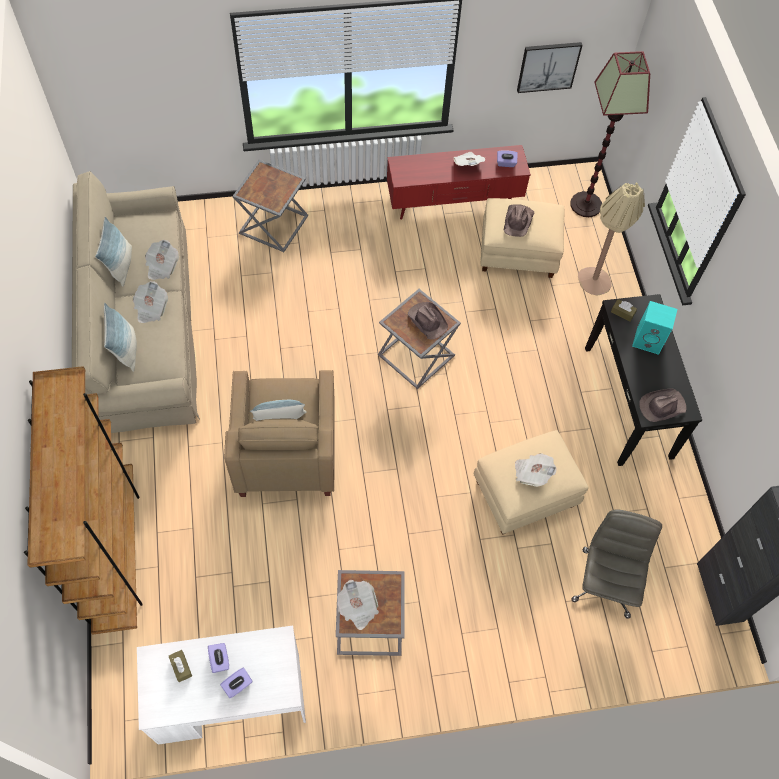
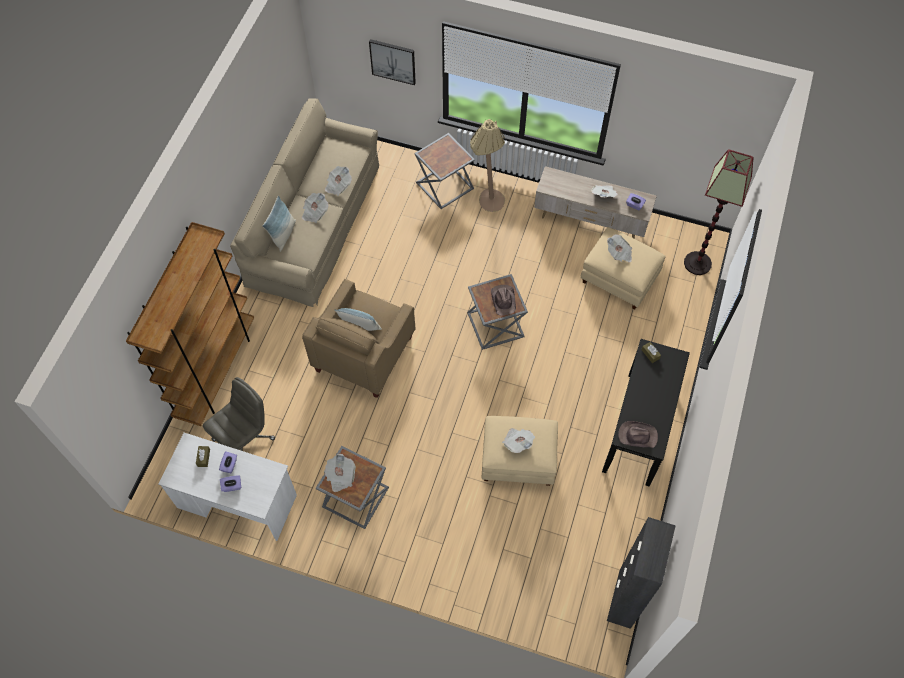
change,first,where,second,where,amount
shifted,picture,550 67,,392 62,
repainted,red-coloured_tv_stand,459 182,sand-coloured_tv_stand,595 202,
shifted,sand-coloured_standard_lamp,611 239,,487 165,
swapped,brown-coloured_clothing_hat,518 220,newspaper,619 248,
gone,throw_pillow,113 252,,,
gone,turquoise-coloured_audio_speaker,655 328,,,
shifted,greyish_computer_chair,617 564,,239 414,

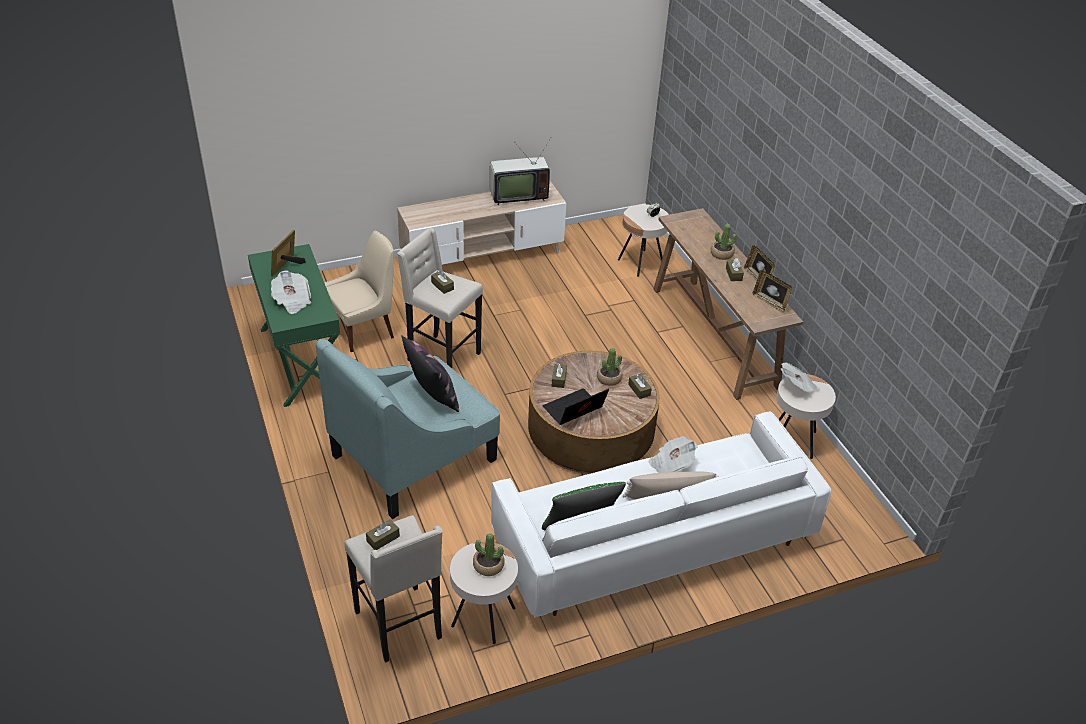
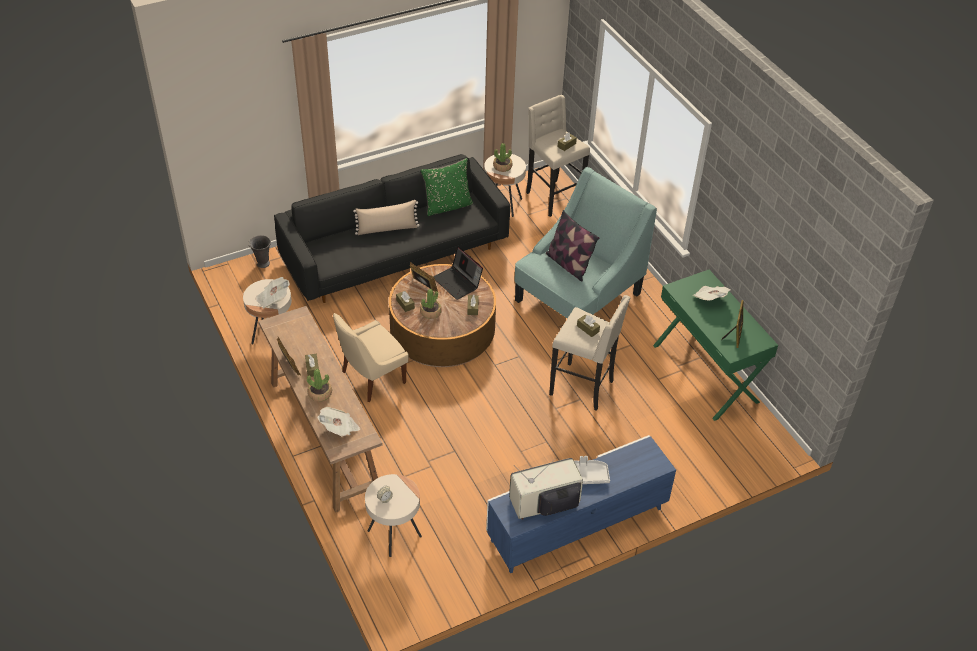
change,first,where,second,where,amount
repainted,sand-coloured_tv_stand,481 223,bluish_tv_stand,581 504,
shifted,sand-coloured_chair,359 291,,370 357,
shifted,standing_frame,772 291,,424 277,
rotated,laptop,575 406,,458 273,90 degrees clockwise
repainted,white_settee,661 514,black-coloured_settee,392 228,
shifted,newspaper,673 454,,339 422,
new,,,greyish_decorative_vase,259 251,
new,,,greyish_carrying_tray,592 470,

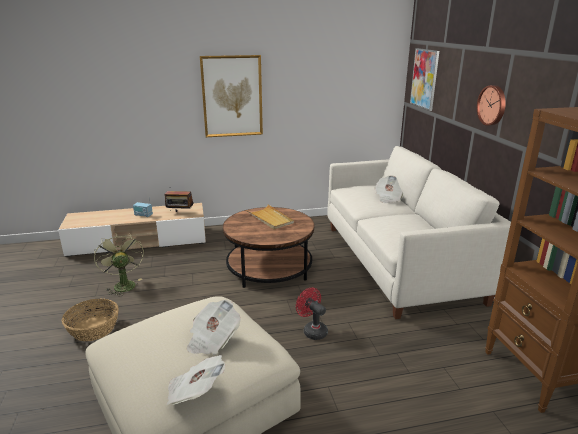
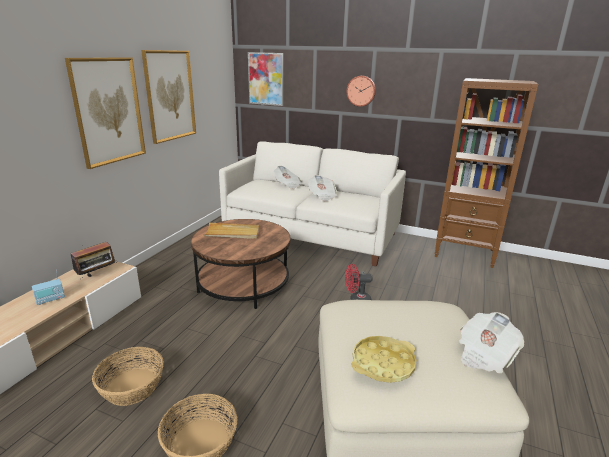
change,first,where,second,where,amount
swapped,green_electric_fan,119 264,basket,128 376,
shifted,newspaper,213 327,,322 188,
new,,,picture,168 97,
new,,,yellow-coloured_carrying_tray,384 359,

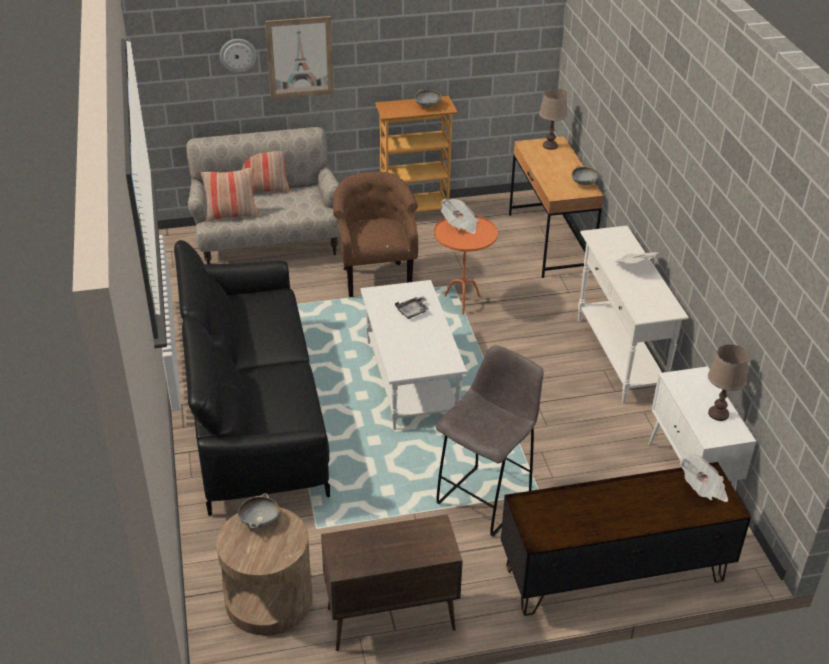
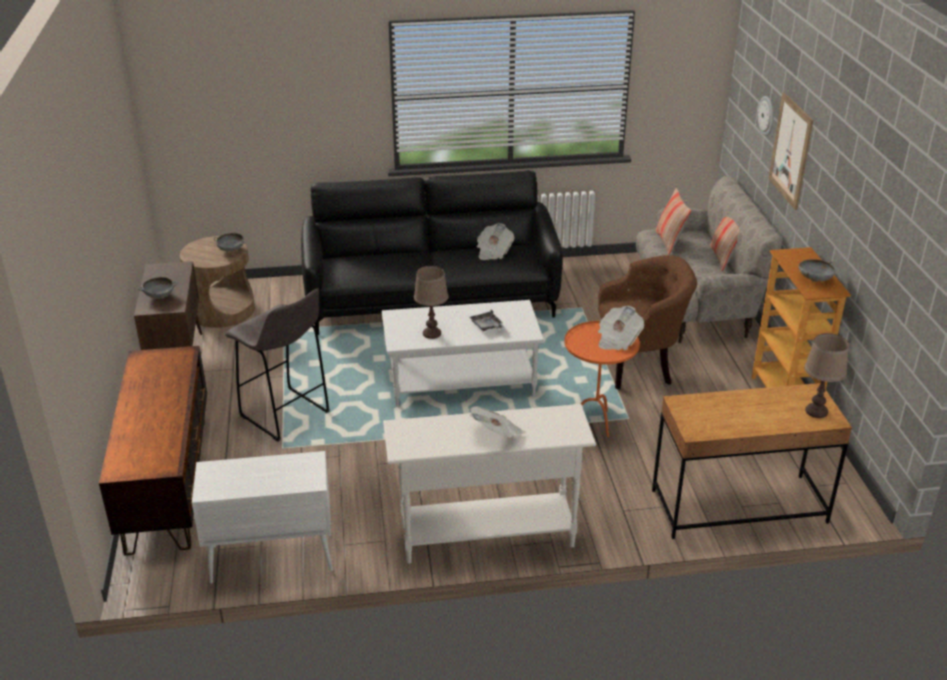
change,first,where,second,where,amount
shifted,greyish_serving_bowl,585 175,,158 287,
shifted,brown-coloured_lamp_for_a_table,728 383,,431 302,
shifted,newspaper,704 478,,495 241,

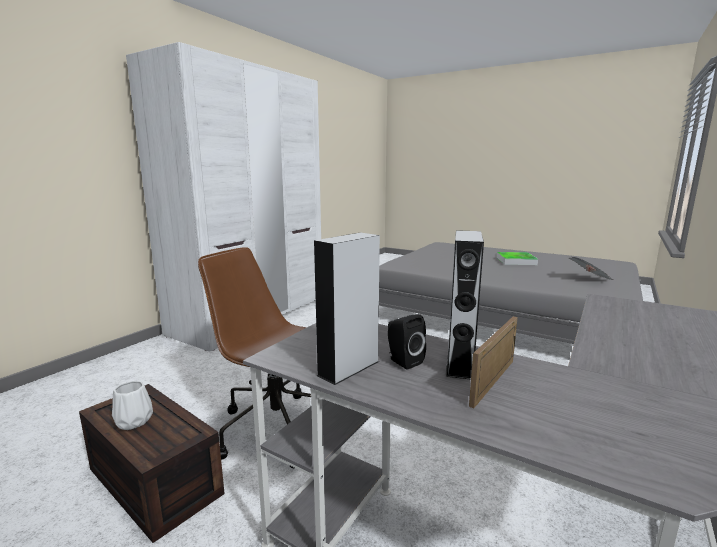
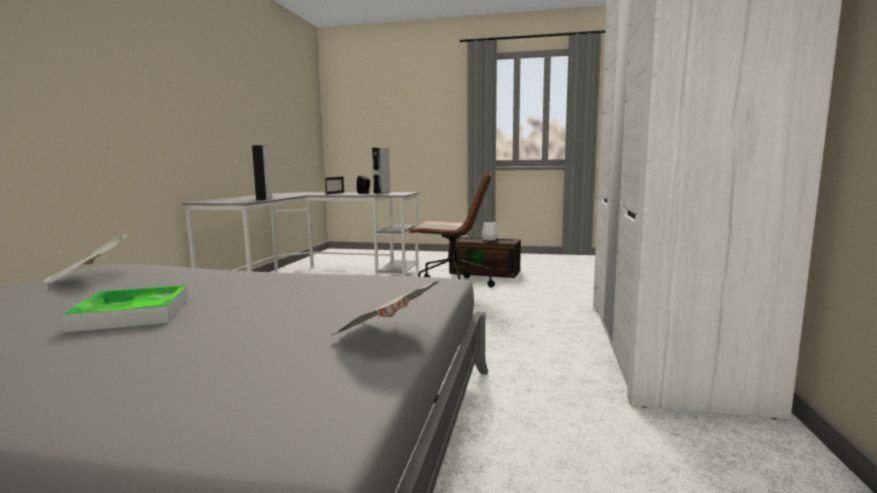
change,first,where,second,where,amount
shifted,greyish_audio_speaker,465 304,,262 173,
new,,,newspaper,385 308,

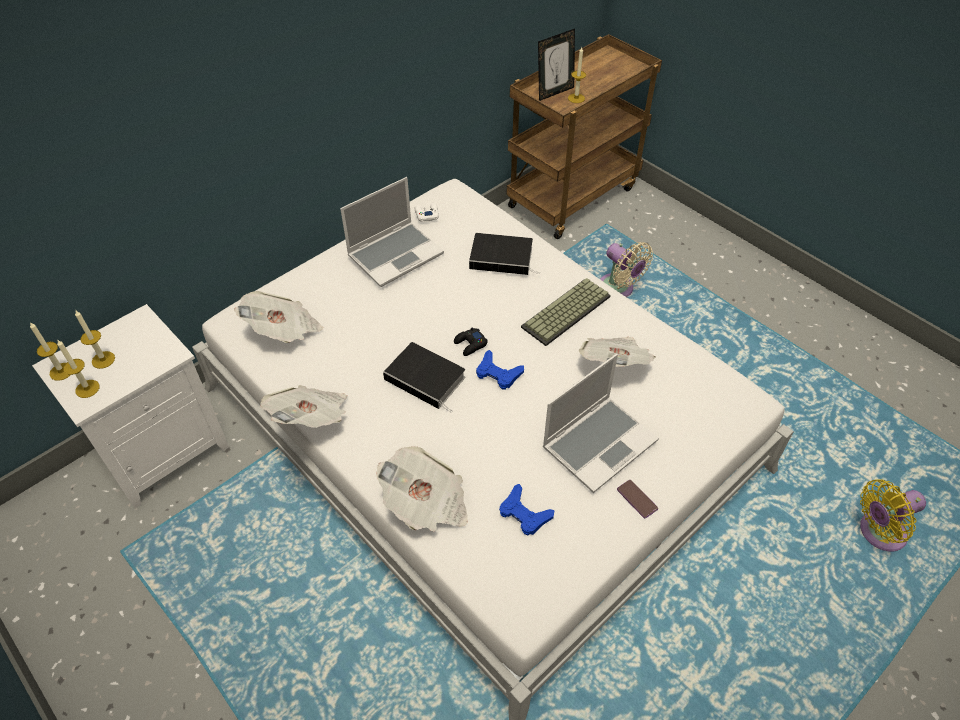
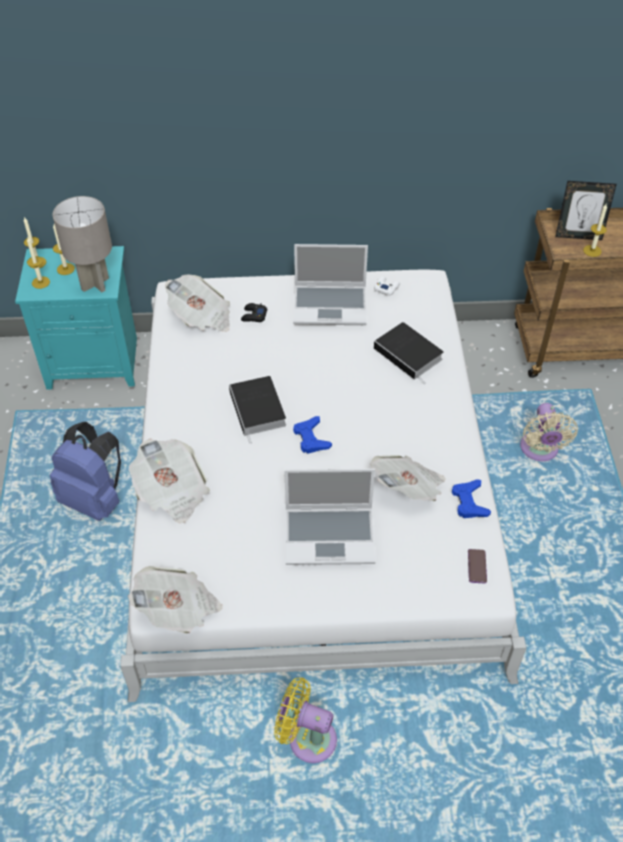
change,first,where,second,where,amount
gone,PC_keyboard,566 312,,,
repainted,white_night_table,130 406,turquoise-coloured_night_table,76 318,
shifted,black-coloured_joypad,471 341,,254 312,
shifted,newspaper,303 406,,175 600,
shifted,yellow-coloured_electric_fan,893 515,,305 720,
shifted,telephone,637 499,,477 566,
shifted,bluish_joypad,526 510,,471 498,
new,,,greyish_lamp_for_a_table,82 244,
new,,,bluish_backpack,85 471,

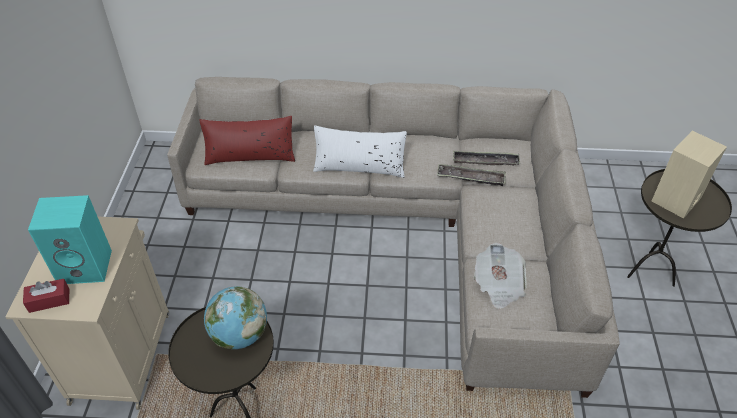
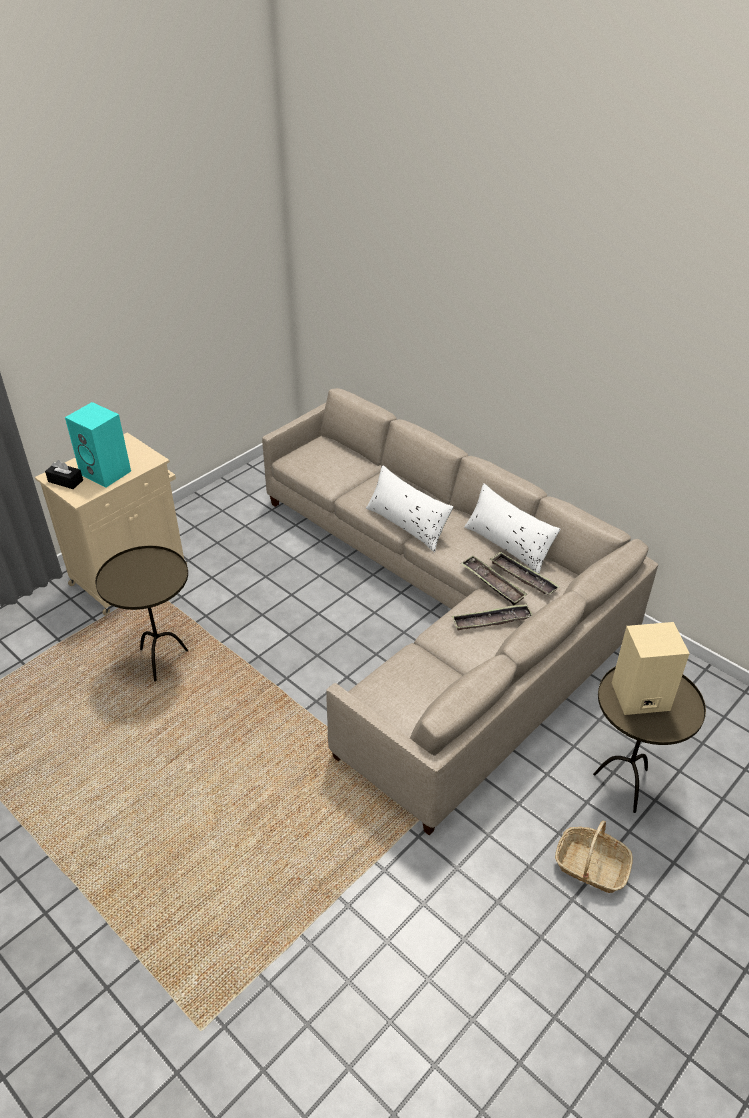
change,first,where,second,where,amount
gone,red-coloured_throw_pillow,247 140,,,
gone,newspaper,500 276,,,
repainted,red-coloured_tissue_holder,46 296,black-coloured_tissue_holder,64 474,
gone,desk_globe,235 317,,,
new,,,white_throw_pillow,512 528,
new,,,carrying_tray,492 617,
new,,,basket,594 856,

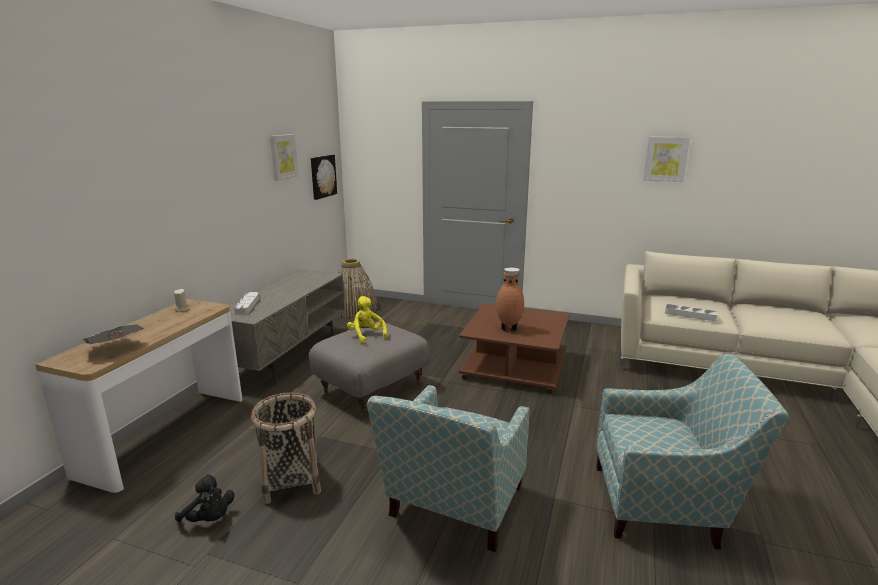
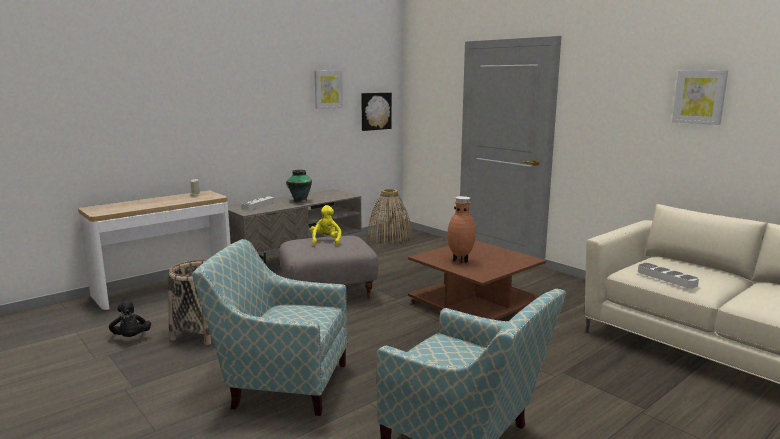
change,first,where,second,where,amount
gone,newspaper,112 334,,,
rotated,armchair,448 468,,270 327,45 degrees clockwise
new,,,decorative_vase,299 186,

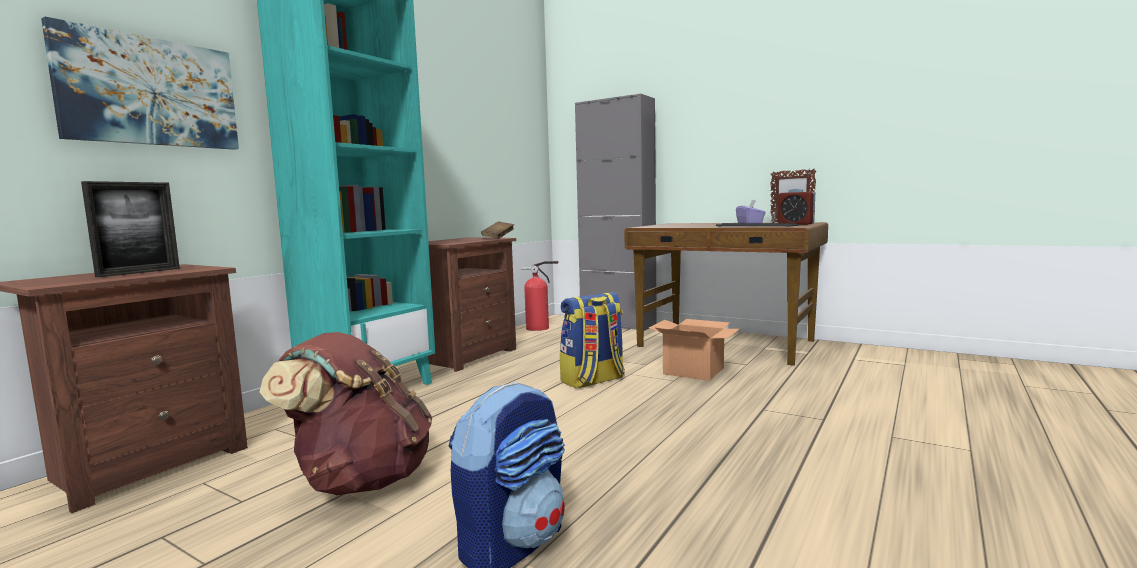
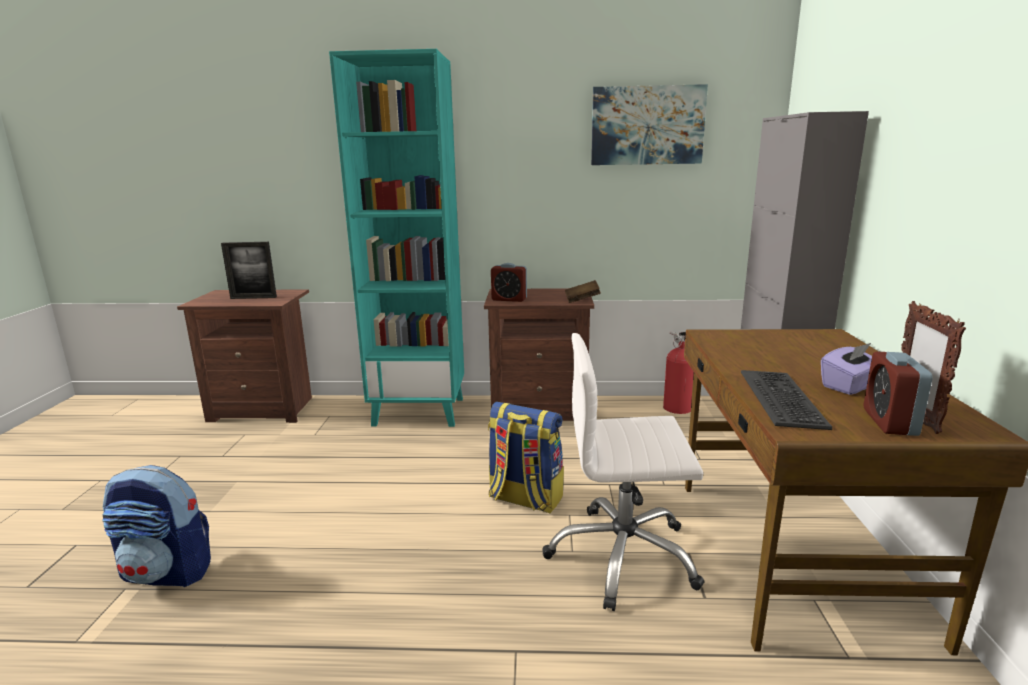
change,first,where,second,where,amount
shifted,picture,140 83,,649 124,
swapped,carton,694 350,white_computer_chair,624 472,
gone,brown-coloured_backpack,346 413,,,
new,,,bedside_clock,509 282,

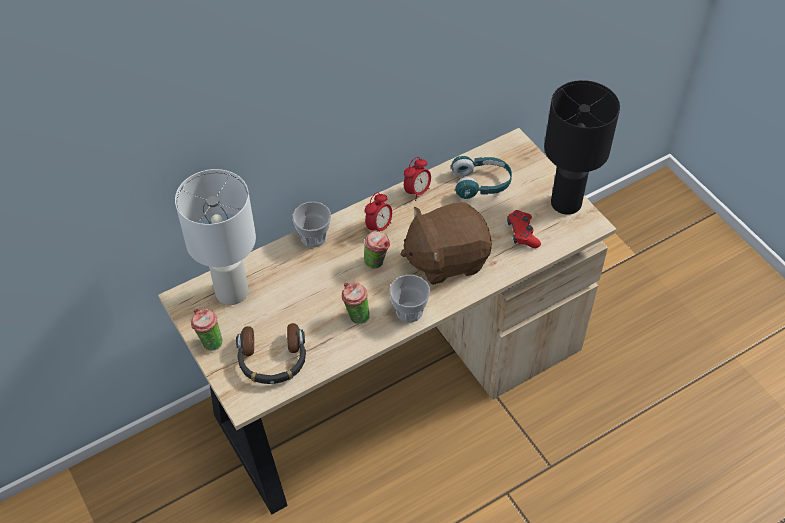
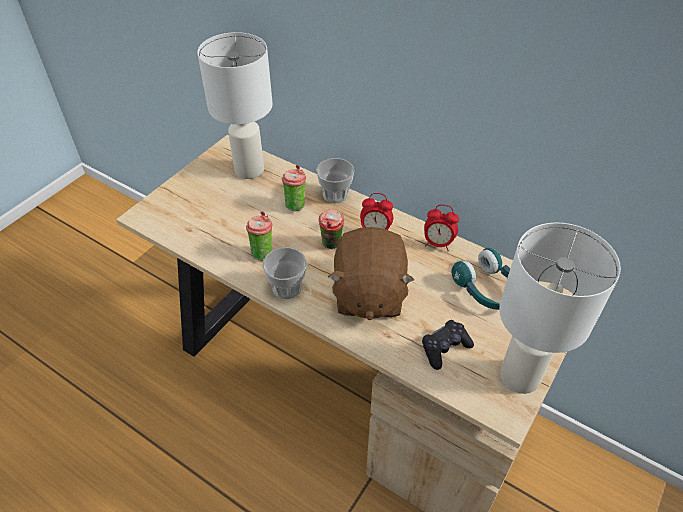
change,first,where,second,where,amount
repainted,black-coloured_lamp_for_a_table,582 147,white_lamp_for_a_table,560 308,
rotated,brown-coloured_cuddly_toy,446 243,,371 273,135 degrees counterclockwise
repainted,red-coloured_joypad,524 229,black-coloured_joypad,448 345,
shifted,cup,206 330,,294 188,
gone,pair_of_headphones,271 353,,,

